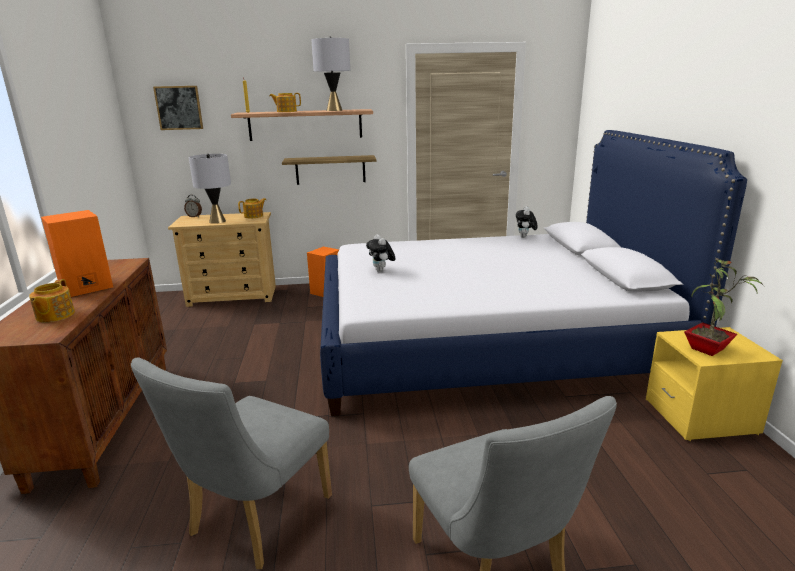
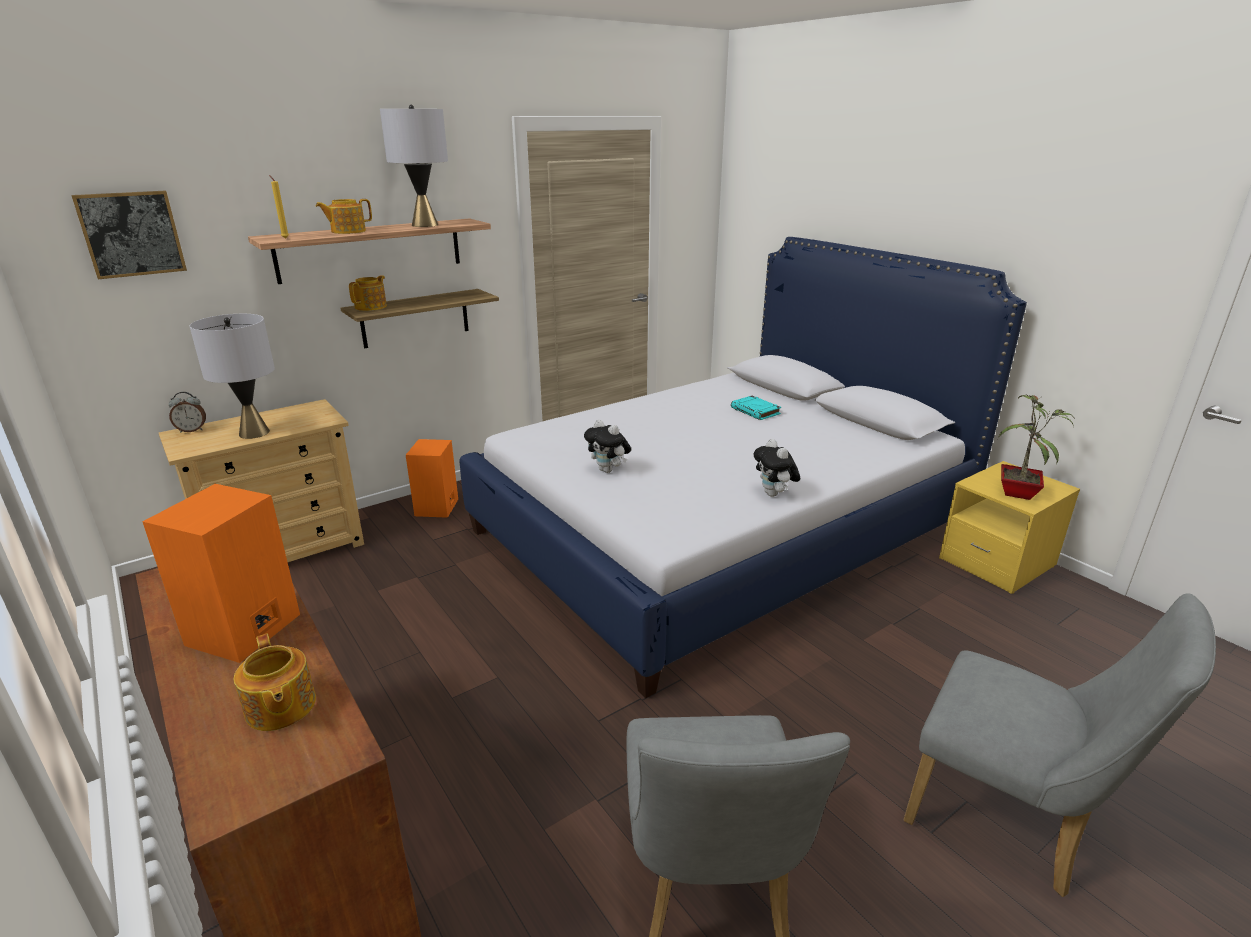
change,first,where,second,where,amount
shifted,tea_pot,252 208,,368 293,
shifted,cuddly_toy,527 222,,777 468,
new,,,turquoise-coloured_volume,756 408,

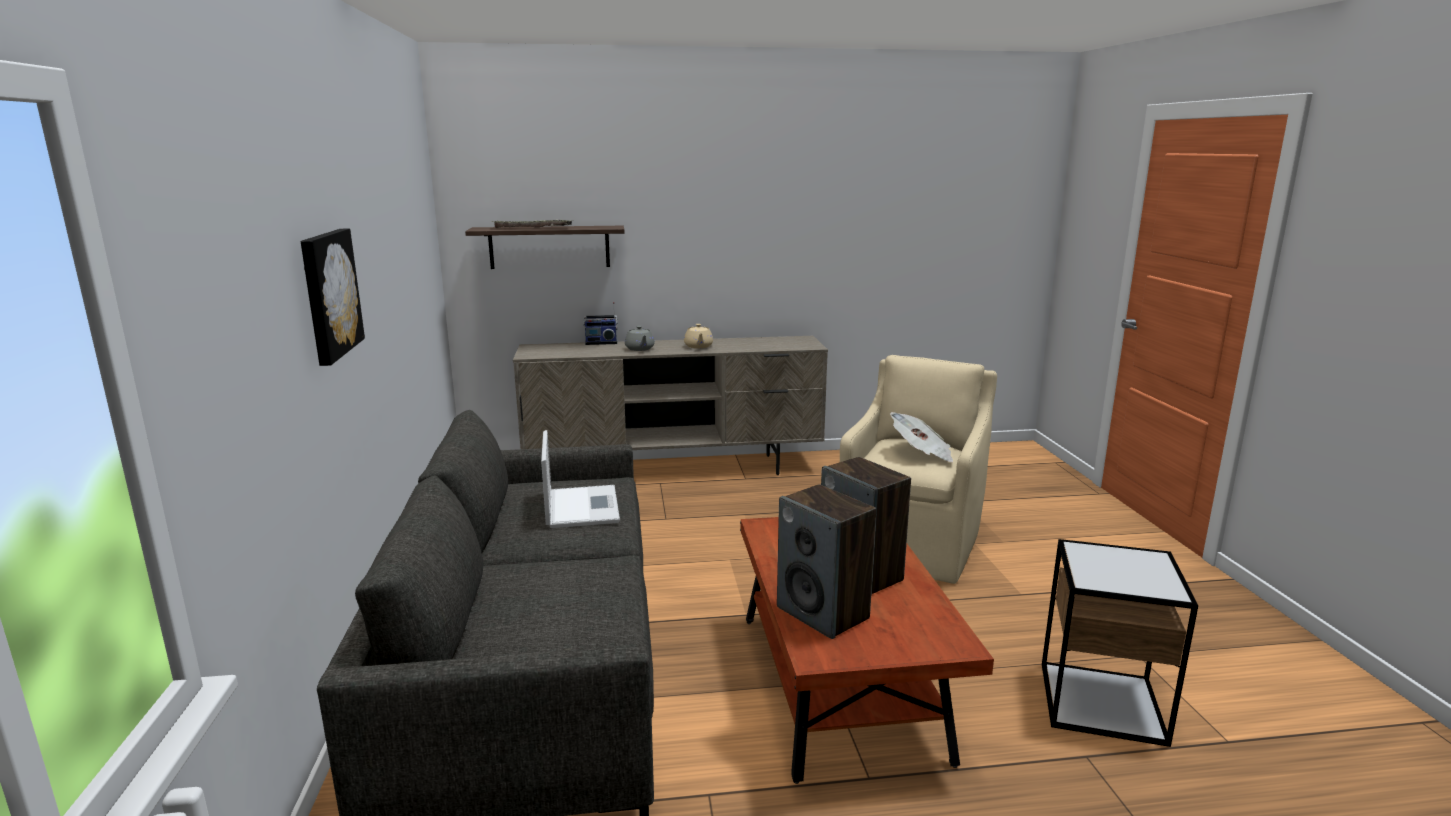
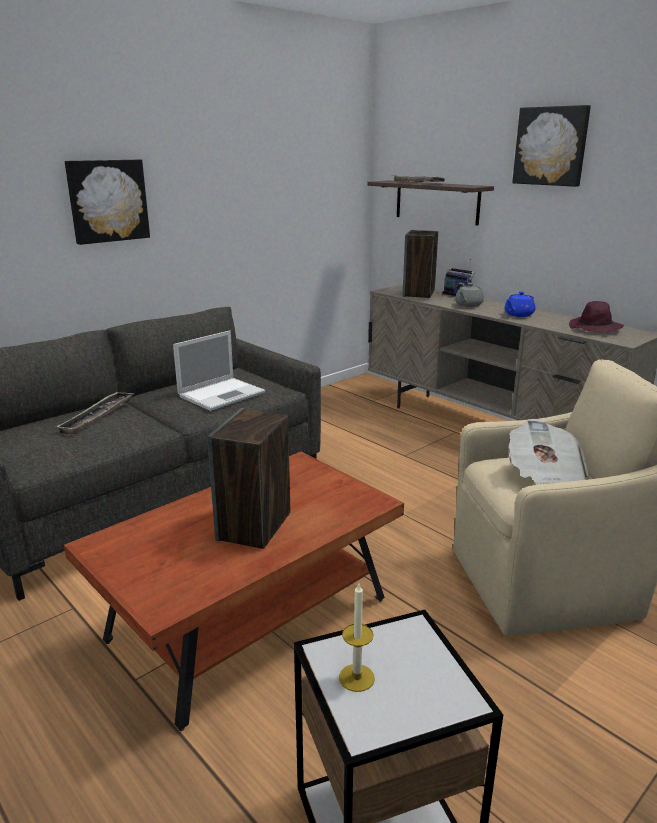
change,first,where,second,where,amount
repainted,sand-coloured_tea_pot,698 336,bluish_tea_pot,519 304,
shifted,audio_speaker,826 561,,420 264,
new,,,picture,551 146,
new,,,purple-coloured_clothing_hat,596 316,
new,,,carrying_tray,95 413,
new,,,candle,357 638,

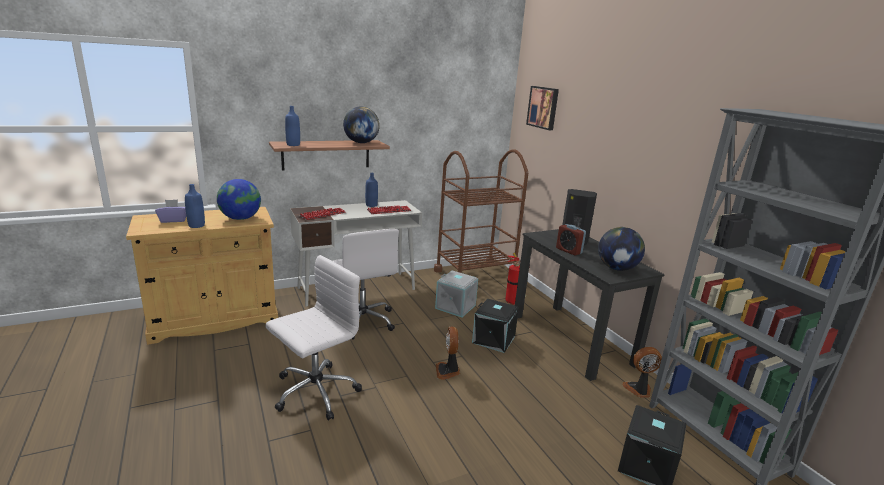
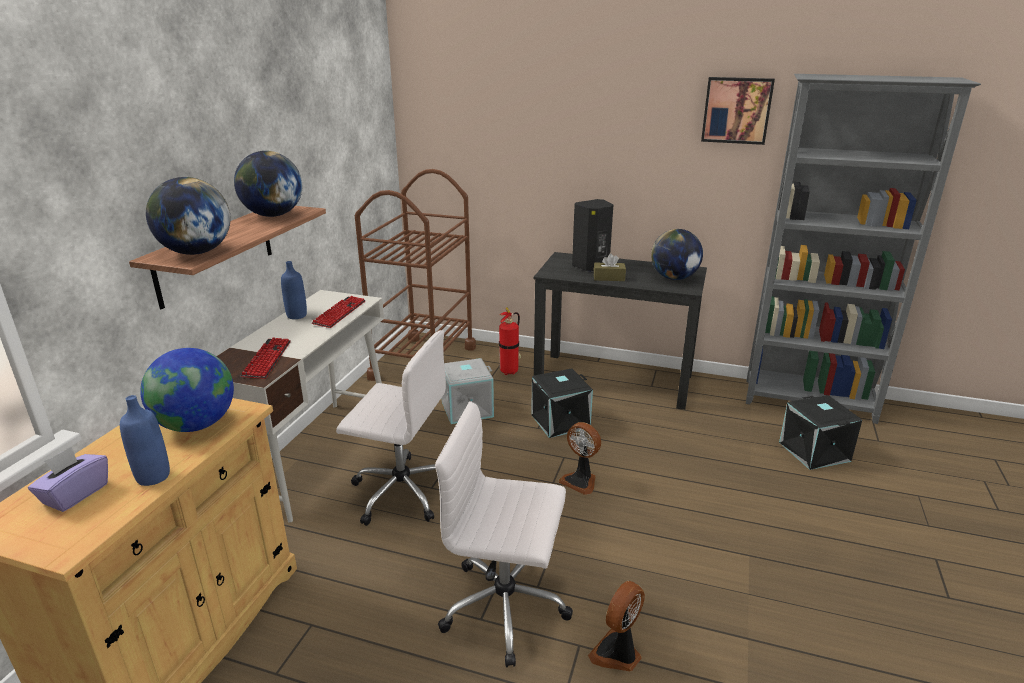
change,first,where,second,where,amount
shifted,picture,542 108,,738 111,
swapped,bluish_drink_bottle,292 126,desk_globe,188 216,
swapped,bedside_clock,571 239,brown-coloured_tissue_holder,610 267,
rotated,white_computer_chair,314 338,,504 534,75 degrees counterclockwise
shifted,electric_fan,642 372,,616 626,

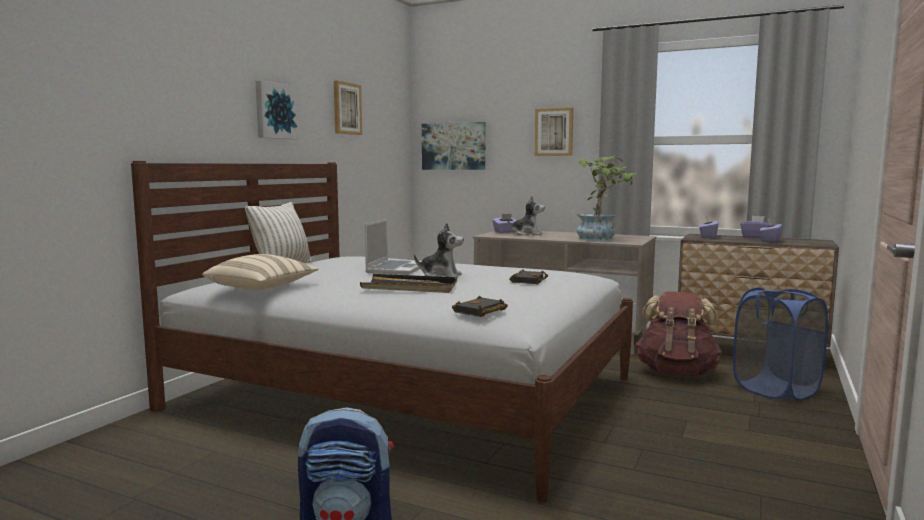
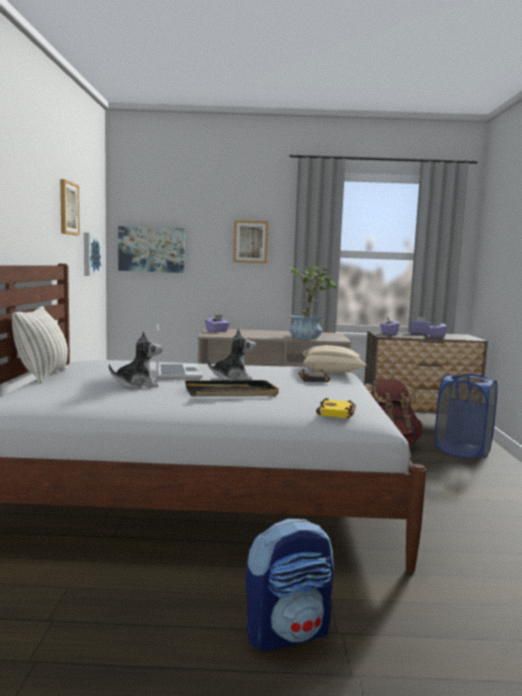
change,first,where,second,where,amount
shifted,picture,278 110,,93 254,
shifted,cuddly_toy,526 216,,136 360,
shifted,sand-coloured_throw_pillow,260 272,,335 359,
repainted,black-coloured_volume,480 306,yellow-coloured_volume,336 408,

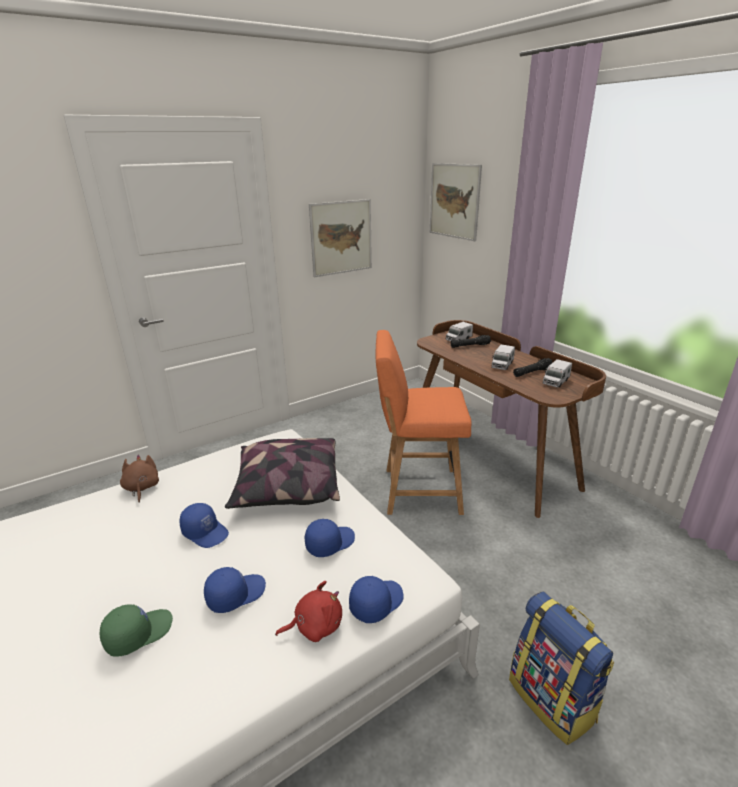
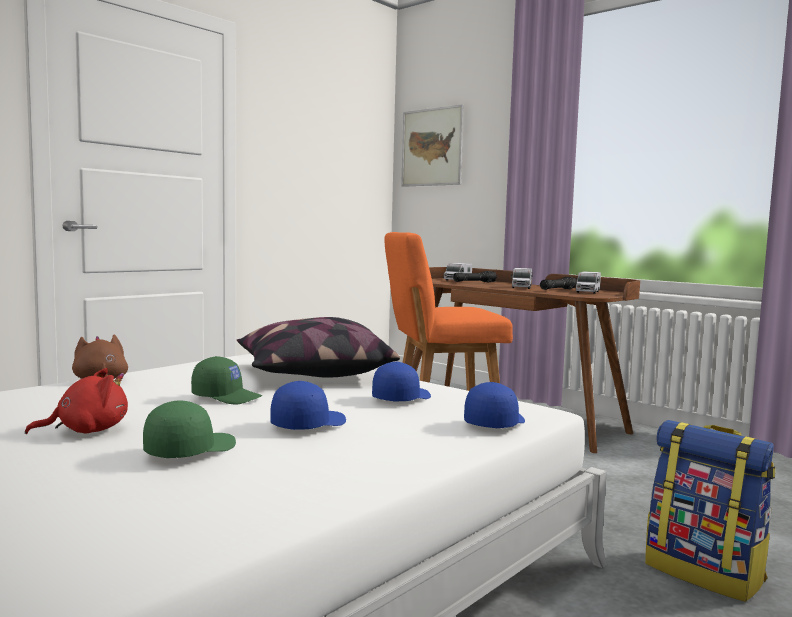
change,first,where,second,where,amount
gone,picture,340 238,,,
repainted,bluish_peaked_cap,204 525,green_peaked_cap,226 380,
shifted,red-coloured_cuddly_toy,308 611,,76 401,

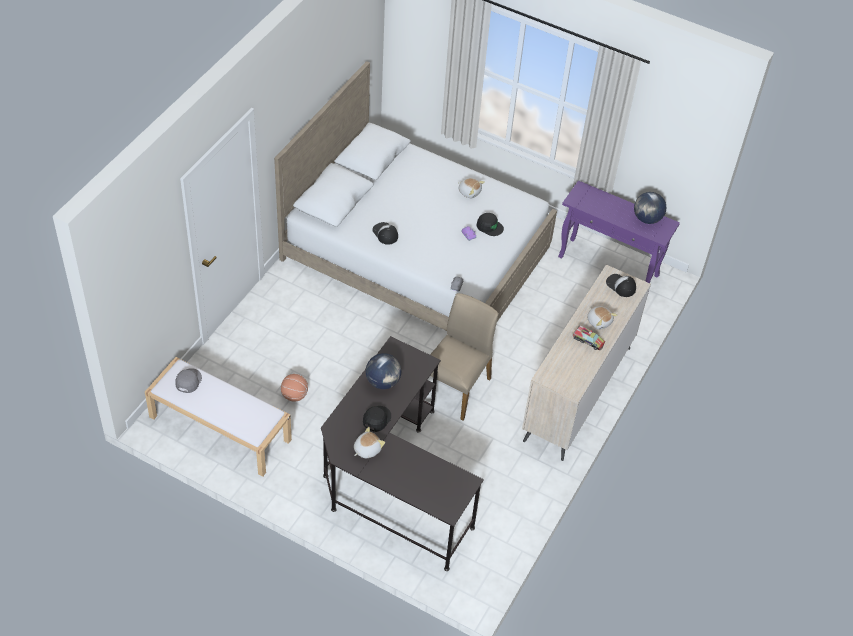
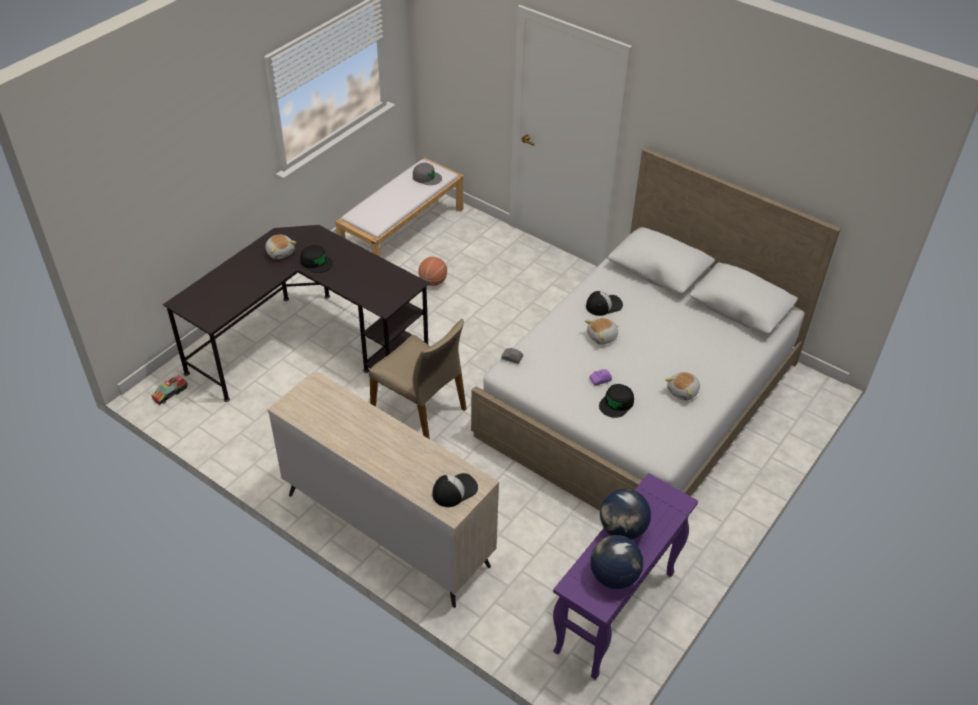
change,first,where,second,where,amount
shifted,cuddly_toy,602 318,,602 331,
shifted,toy_lorry,589 338,,170 389,
shifted,desk_globe,383 371,,625 514,

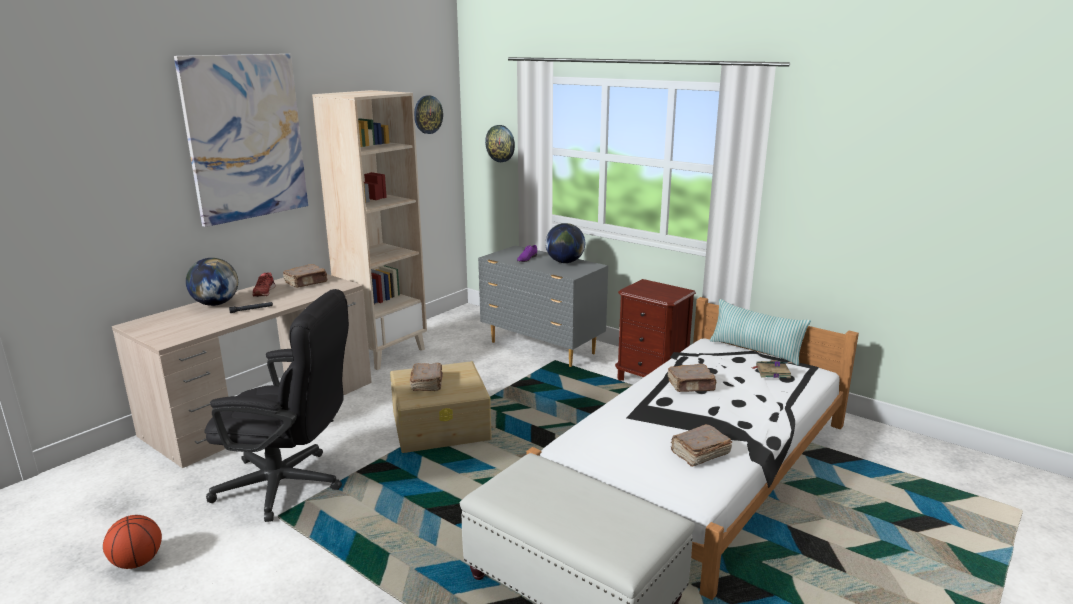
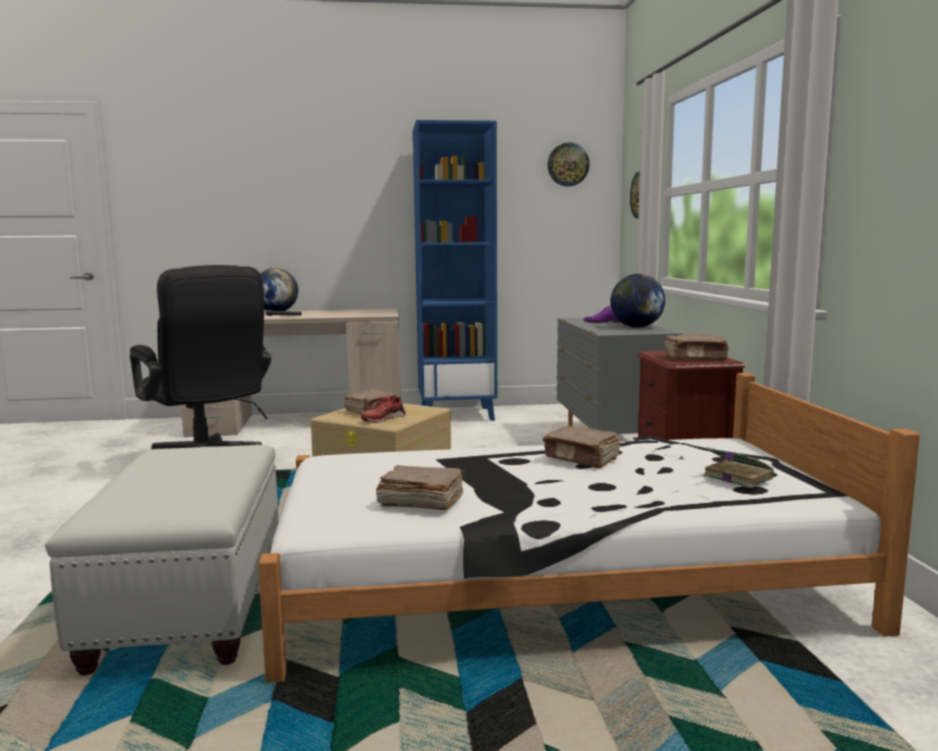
change,first,where,second,where,amount
gone,picture,241 140,,,
repainted,sand-coloured_bookshelf,369 230,bluish_bookshelf,455 270,
shifted,brown-coloured_volume,305 276,,696 347,
shifted,red-coloured_shoe,264 284,,383 409,
gone,throw_pillow,760 332,,,
gone,basketball_ball,132 542,,,

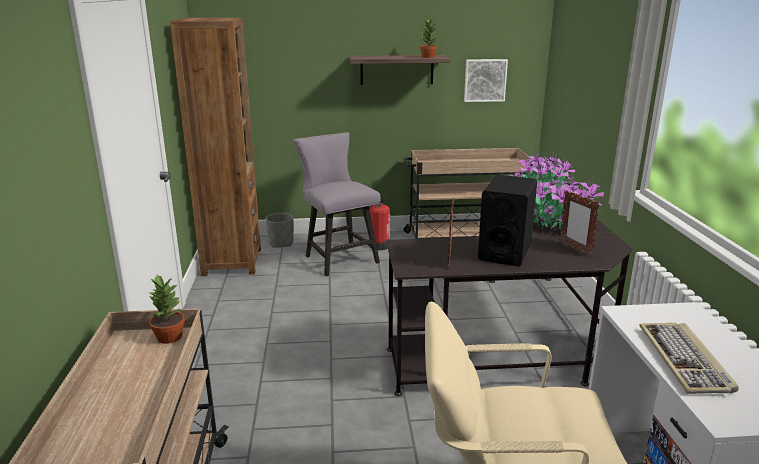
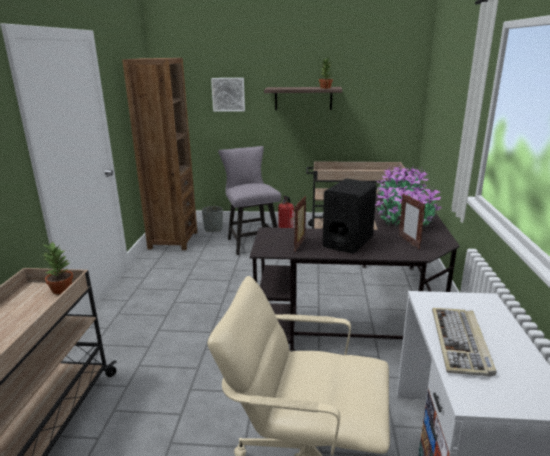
change,first,where,second,where,amount
shifted,picture,486 80,,228 94,

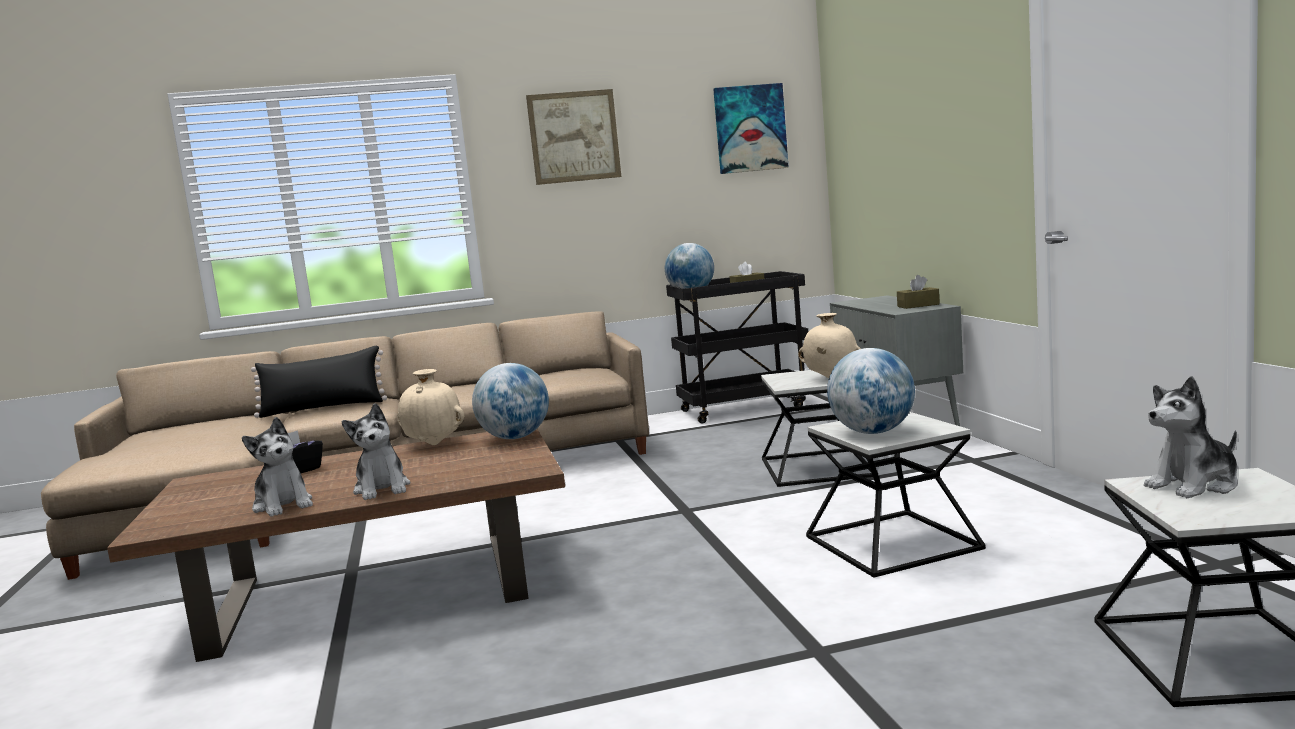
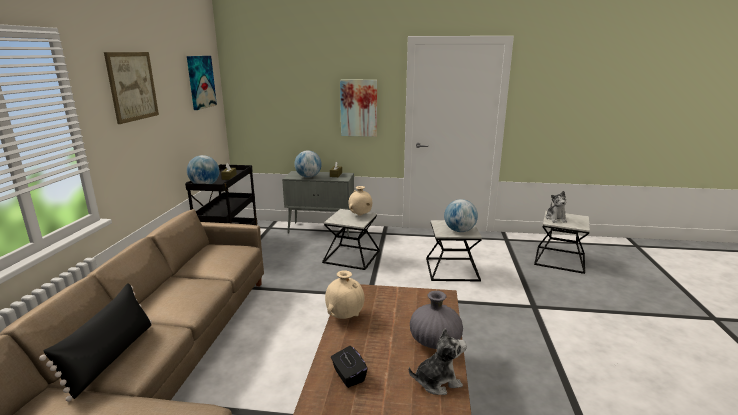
change,first,where,second,where,amount
shifted,desk_globe,510 401,,308 164,
swapped,cuddly_toy,376 451,greyish_decorative_vase,436 320,
new,,,picture,358 108,

